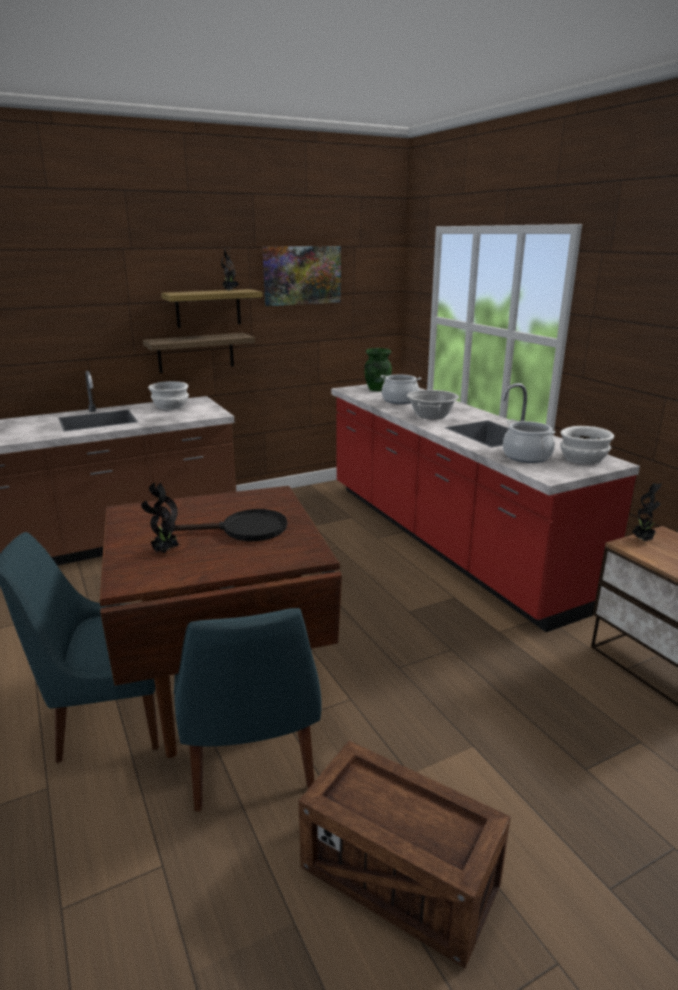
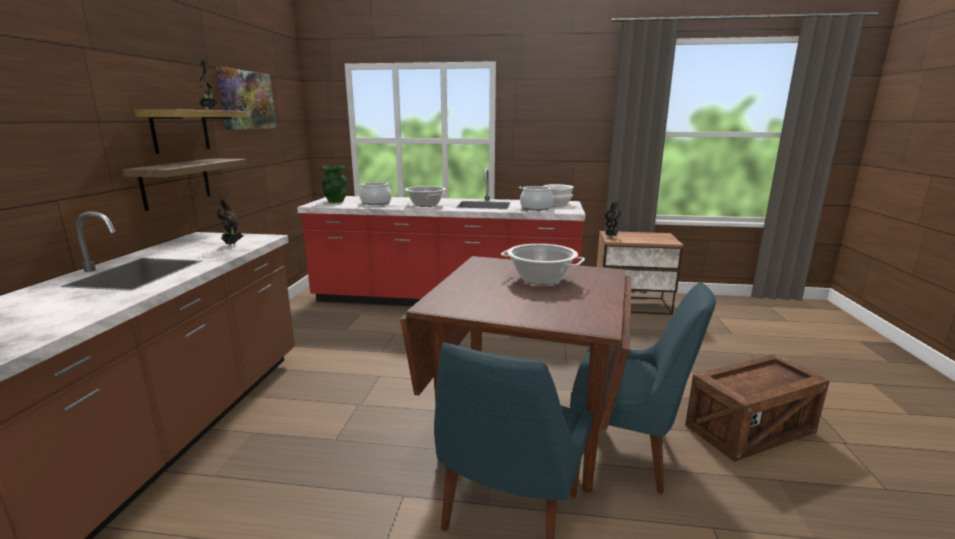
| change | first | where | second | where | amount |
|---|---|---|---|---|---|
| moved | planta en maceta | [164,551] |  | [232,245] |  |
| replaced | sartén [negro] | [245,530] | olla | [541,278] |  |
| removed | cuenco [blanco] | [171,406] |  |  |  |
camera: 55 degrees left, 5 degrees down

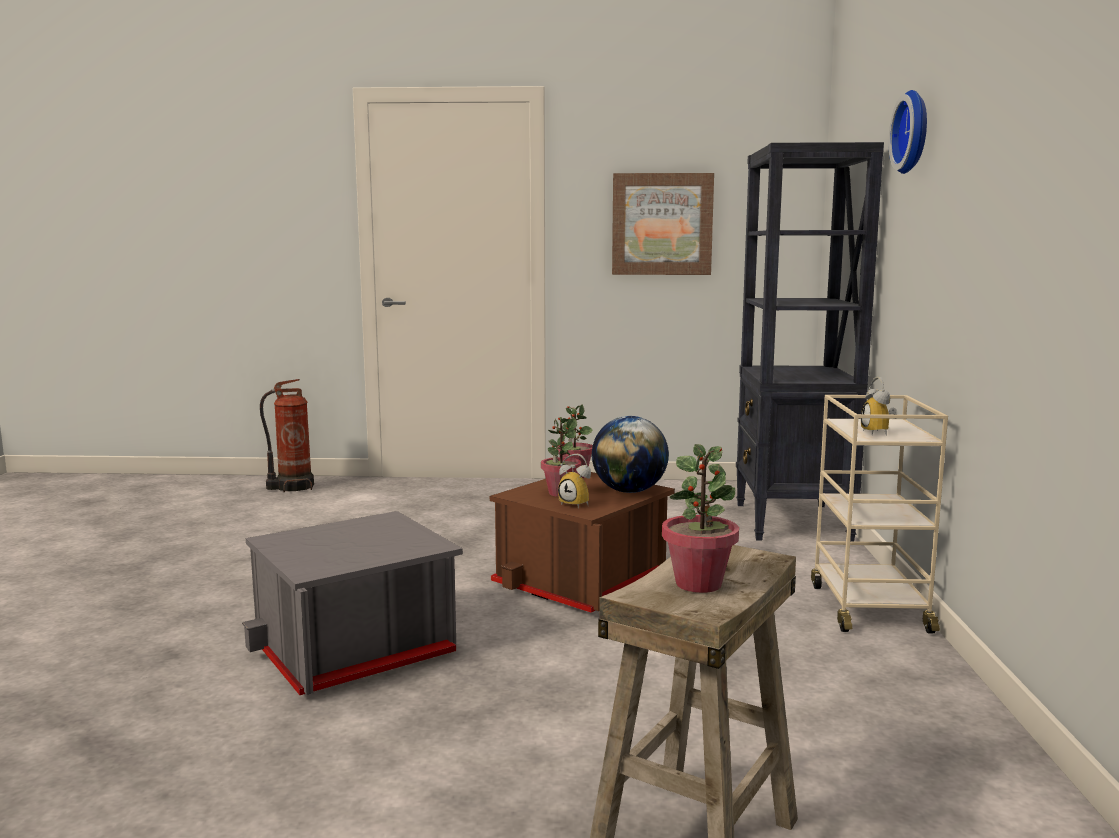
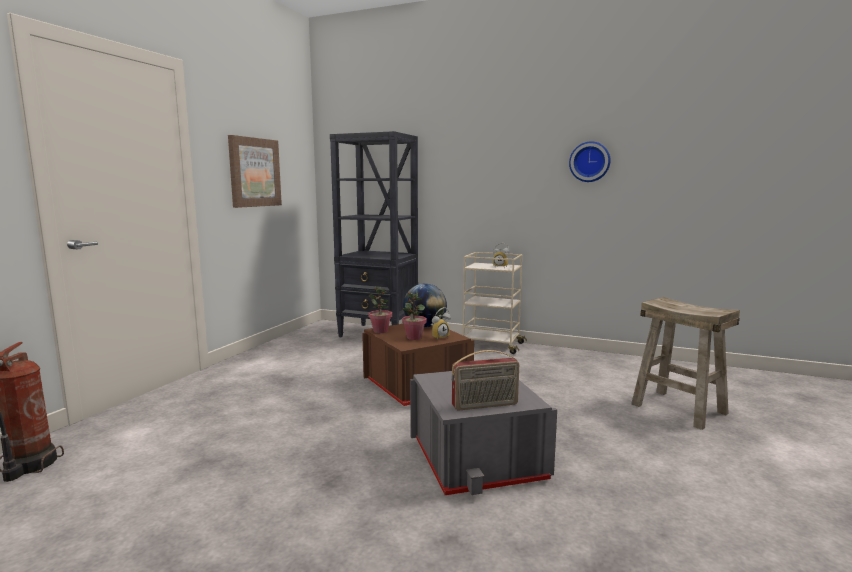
| change | first | where | second | where | amount |
|---|---|---|---|---|---|
| added |  |  | radio | [485,405] |  |
| moved | reloj de pared | [915,132] |  | [589,162] |  |
| removed | planta en maceta | [699,584] |  |  |  |
camera: 70 degrees left, 0 degrees up

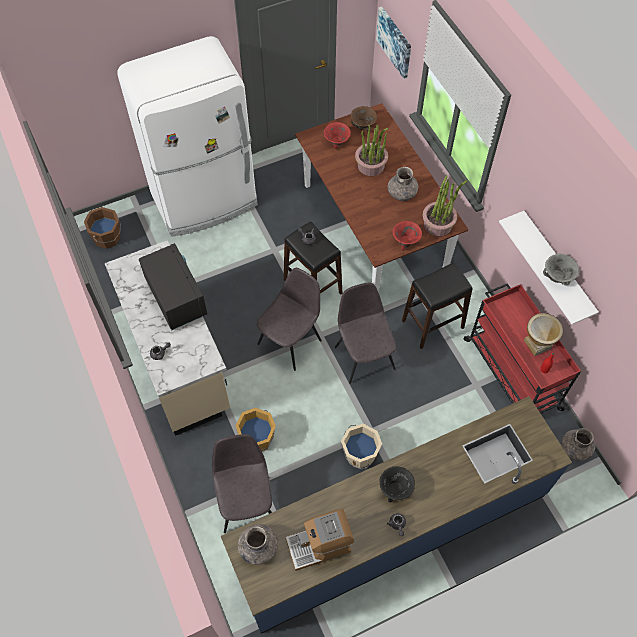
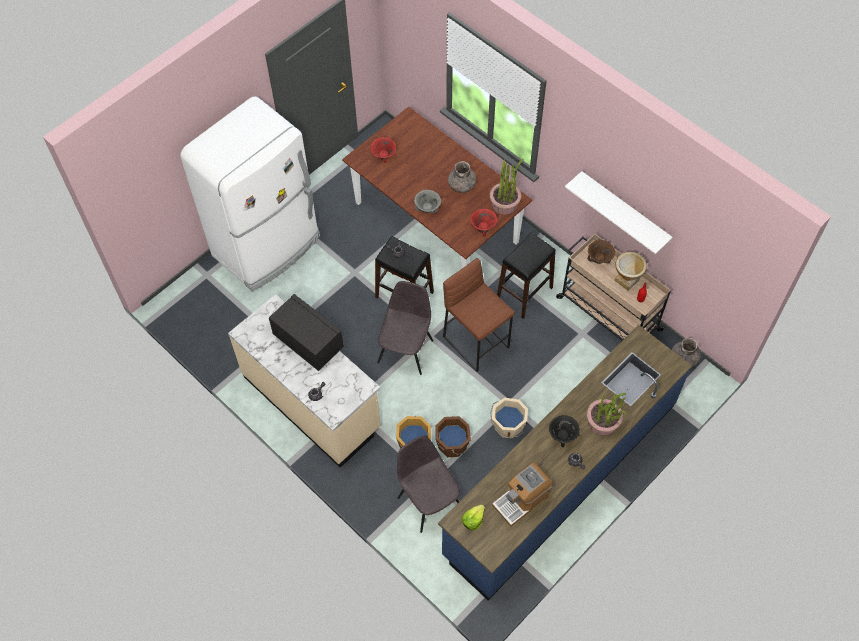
| change | first | where | second | where | amount |
|---|---|---|---|---|---|
| moved | cuenco [gris] | [557,277] |  | [427,208] |  |
| moved | cubo [marrón] | [108,238] |  | [453,444] |  |
| replaced | silla [gris] | [364,356] | taburete [marrón] | [476,341] |  |
| replaced | florero [gris] | [258,547] | lechuga | [473,520] |  |
| recoloured | carrito [rojo] | [511,373] | carrito [beis] | [607,313] |  |
| moved | planta en maceta | [371,166] |  | [603,422] |  |
| moved | cuenco [marrón] | [362,126] |  | [599,259] |  |
| removed | cuadro | [395,42] |  |  |  |
camera: 20 degrees left, 0 degrees up

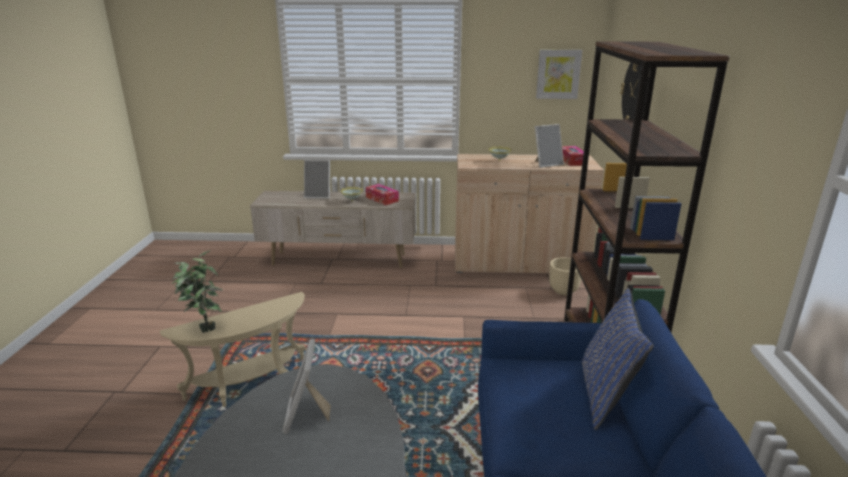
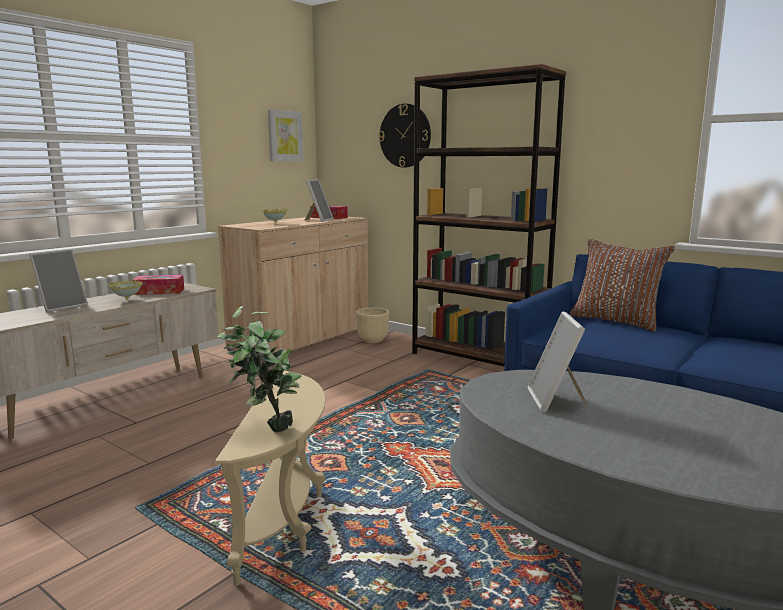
| change | first | where | second | where | amount |
|---|---|---|---|---|---|
| turned | portarretratos | [306,415] |  | [556,401] | 60 degrees clockwise |
| recoloured | cojín [azul] | [606,395] | cojín [marrón] | [616,321] |  |
camera: 55 degrees left, 10 degrees down

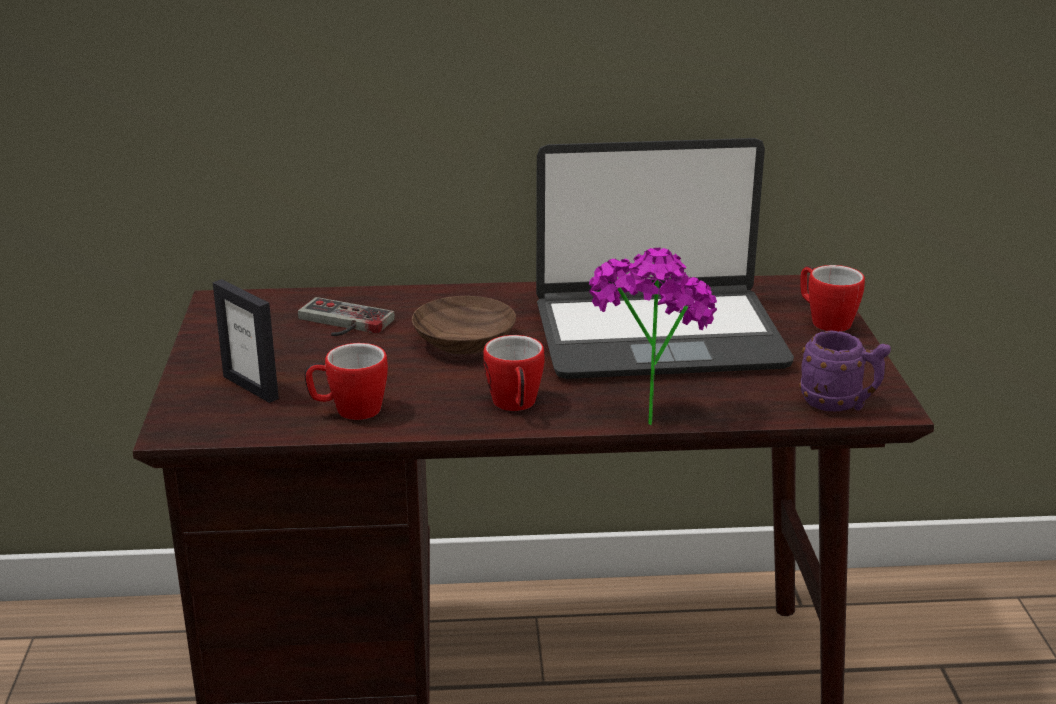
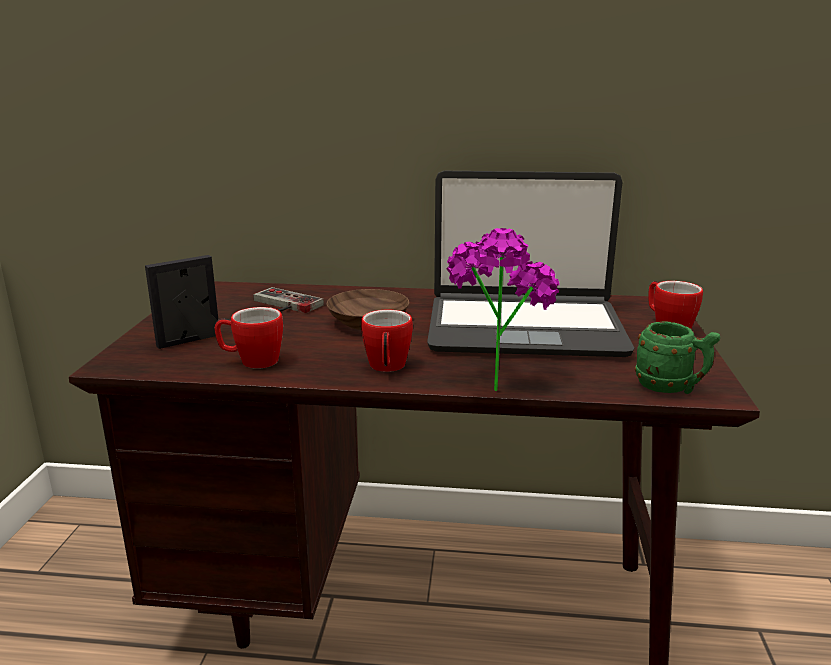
| change | first | where | second | where | amount |
|---|---|---|---|---|---|
| turned | portarretratos | [251,387] |  | [189,340] | 90 degrees clockwise |
| recoloured | taza grande [morado] | [840,404] | taza grande [verde] | [671,388] |  |
camera: 10 degrees right, 5 degrees down

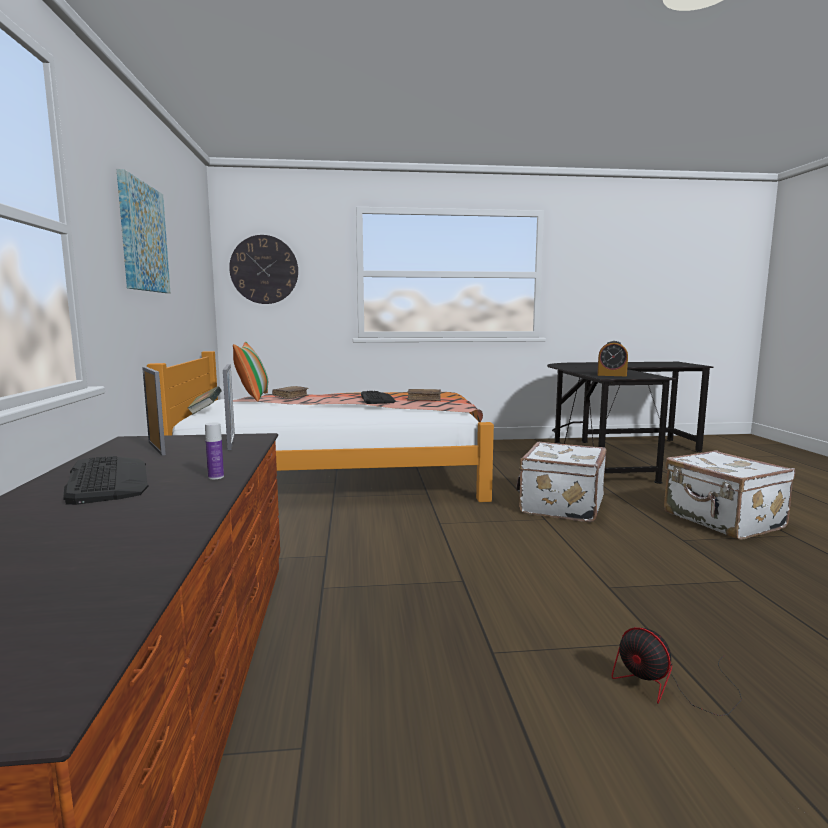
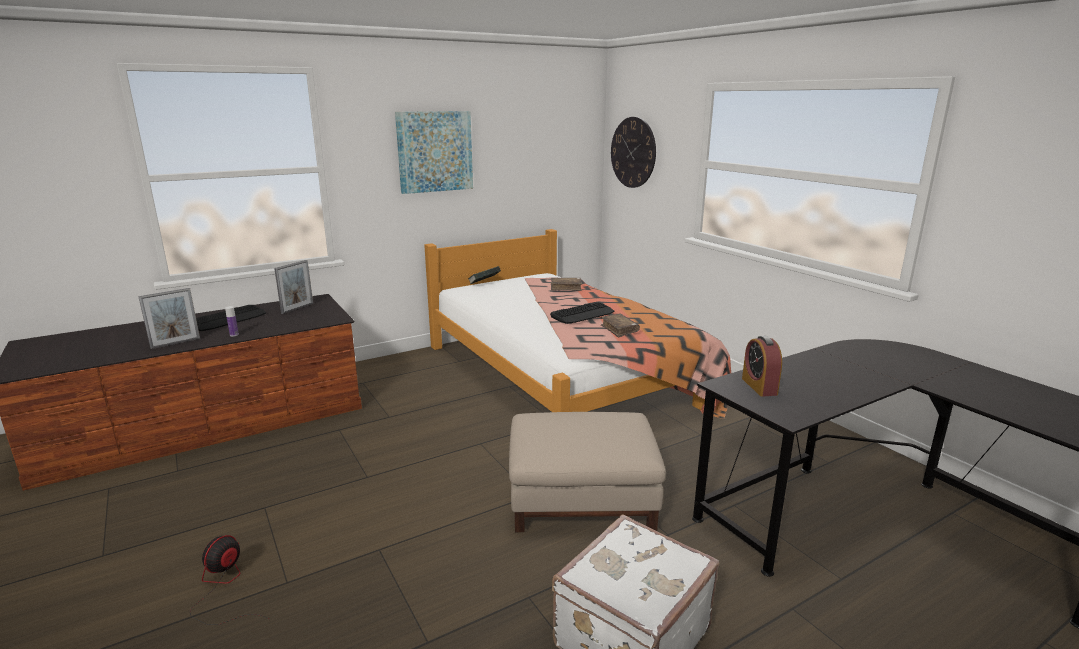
| change | first | where | second | where | amount |
|---|---|---|---|---|---|
| moved | portarretratos | [231,442] |  | [175,343] |  |
| replaced | maleta [blanco] | [560,506] | puf [beis] | [581,499] |  |
| removed | cojín | [253,397] |  |  |  |
camera: 65 degrees right, 10 degrees up

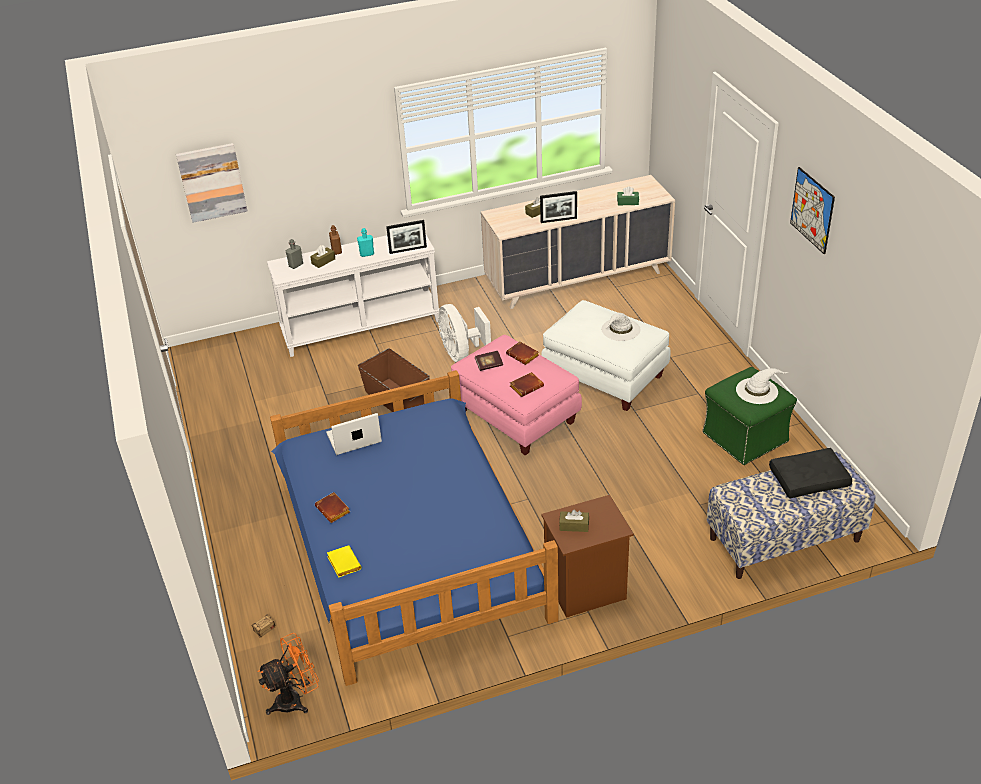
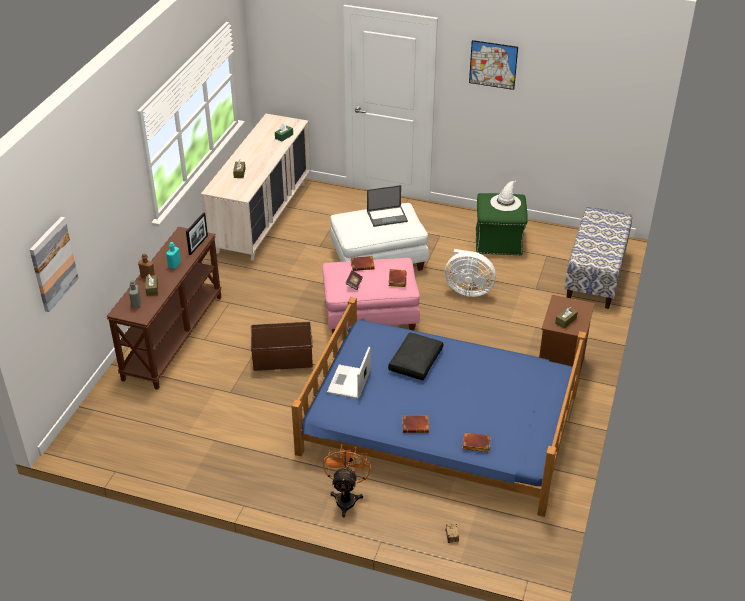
| change | first | where | second | where | amount |
|---|---|---|---|---|---|
| recoloured | mesa consola [blanco] | [361,327] | mesa consola [marrón] | [172,336] |  |
| moved | ventilador [naranja] | [295,699] |  | [346,498] |  |
| replaced | sombrero [blanco] | [620,330] | portátil | [387,216] |  |
| moved | cojín [negro] | [808,480] |  | [416,362] |  |
| moved | ventilador [blanco] | [461,353] |  | [468,289] |  |
| recoloured | libro [amarillo] | [342,563] | libro [marrón] | [475,445] |  |
| removed | portarretratos | [558,220] |  |  |  |
camera: 55 degrees left, 0 degrees up

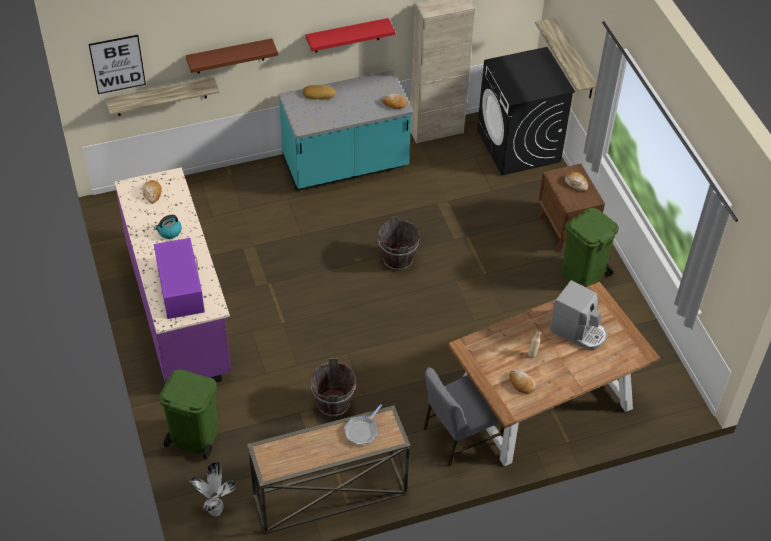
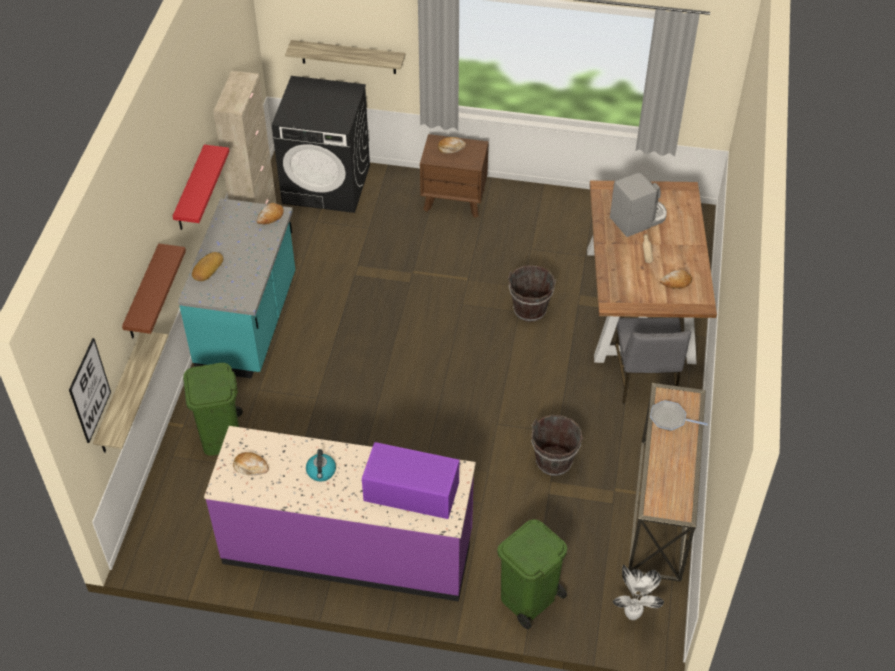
| change | first | where | second | where | amount |
|---|---|---|---|---|---|
| moved | papelera [verde] | [582,275] |  | [221,437] |  |
| moved | cubo [marrón] | [398,260] |  | [530,309] |  |
| turned | sartén | [362,430] |  | [670,419] | 135 degrees clockwise |
camera: 60 degrees left, 0 degrees up

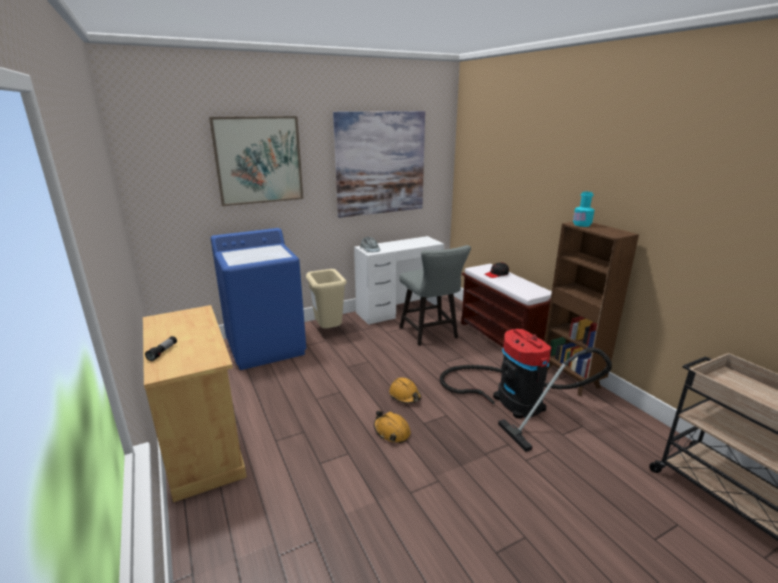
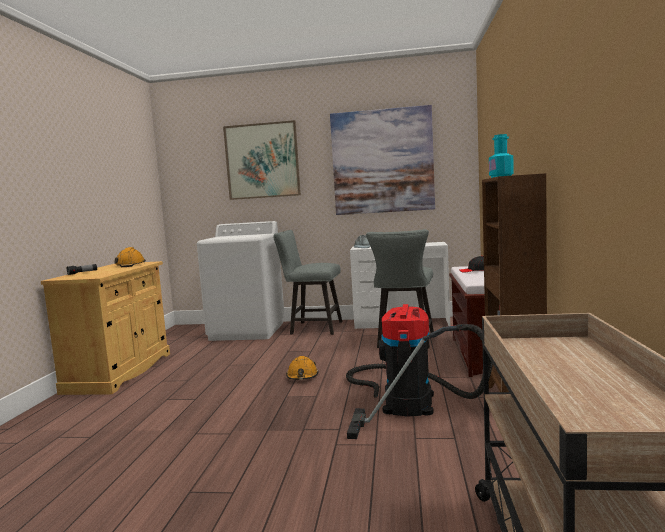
| change | first | where | second | where | amount |
|---|---|---|---|---|---|
| moved | casco [naranja] | [391,431] |  | [131,265] |  |
| recoloured | lavadora [azul] | [266,347] | lavadora [blanco] | [248,331] |  |
| replaced | papelera [beis] | [328,331] | silla [gris] | [312,328] |  |
camera: 35 degrees right, 15 degrees down

